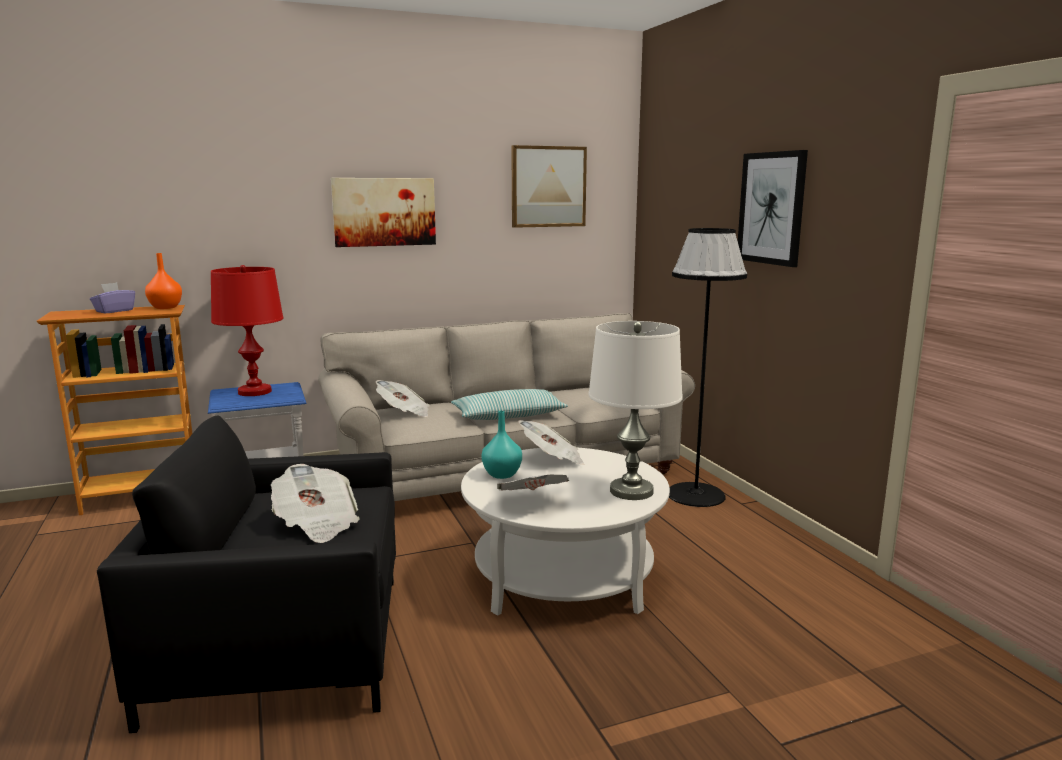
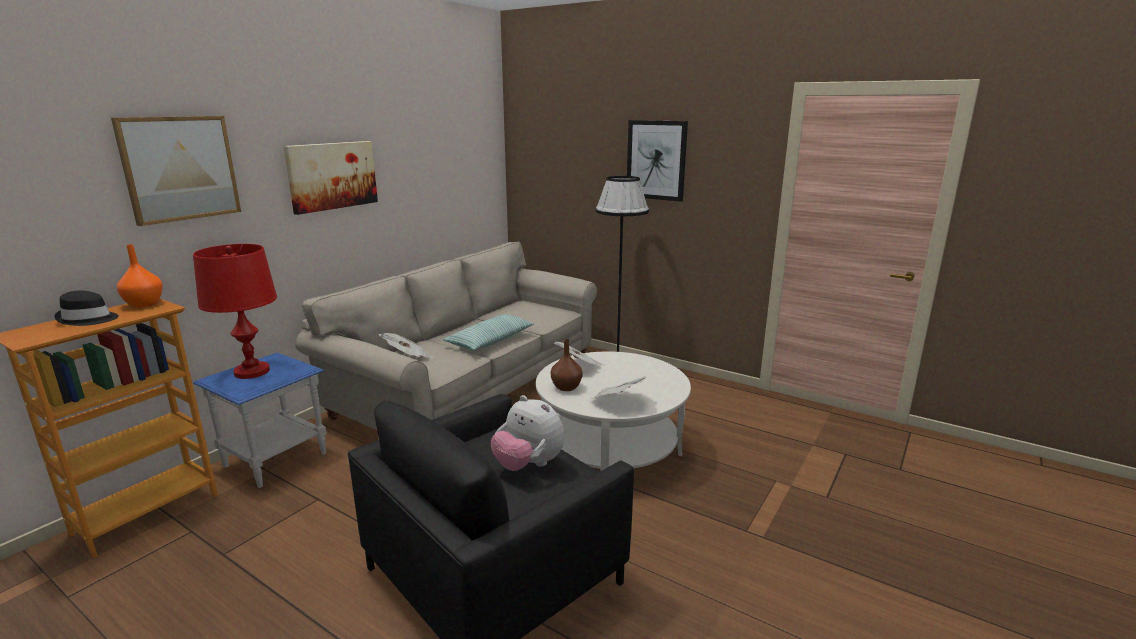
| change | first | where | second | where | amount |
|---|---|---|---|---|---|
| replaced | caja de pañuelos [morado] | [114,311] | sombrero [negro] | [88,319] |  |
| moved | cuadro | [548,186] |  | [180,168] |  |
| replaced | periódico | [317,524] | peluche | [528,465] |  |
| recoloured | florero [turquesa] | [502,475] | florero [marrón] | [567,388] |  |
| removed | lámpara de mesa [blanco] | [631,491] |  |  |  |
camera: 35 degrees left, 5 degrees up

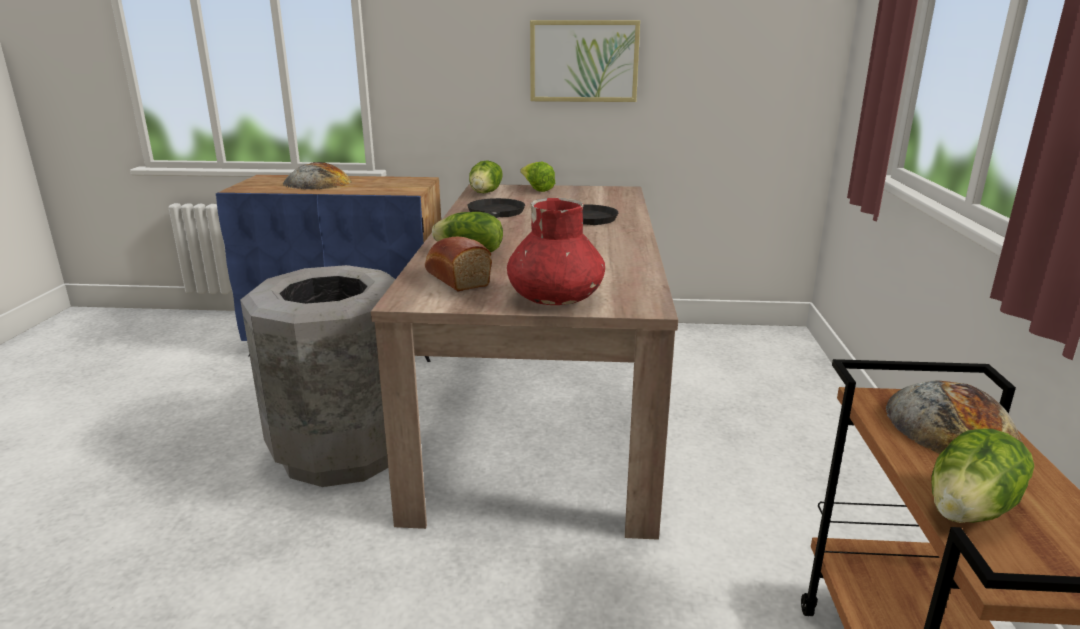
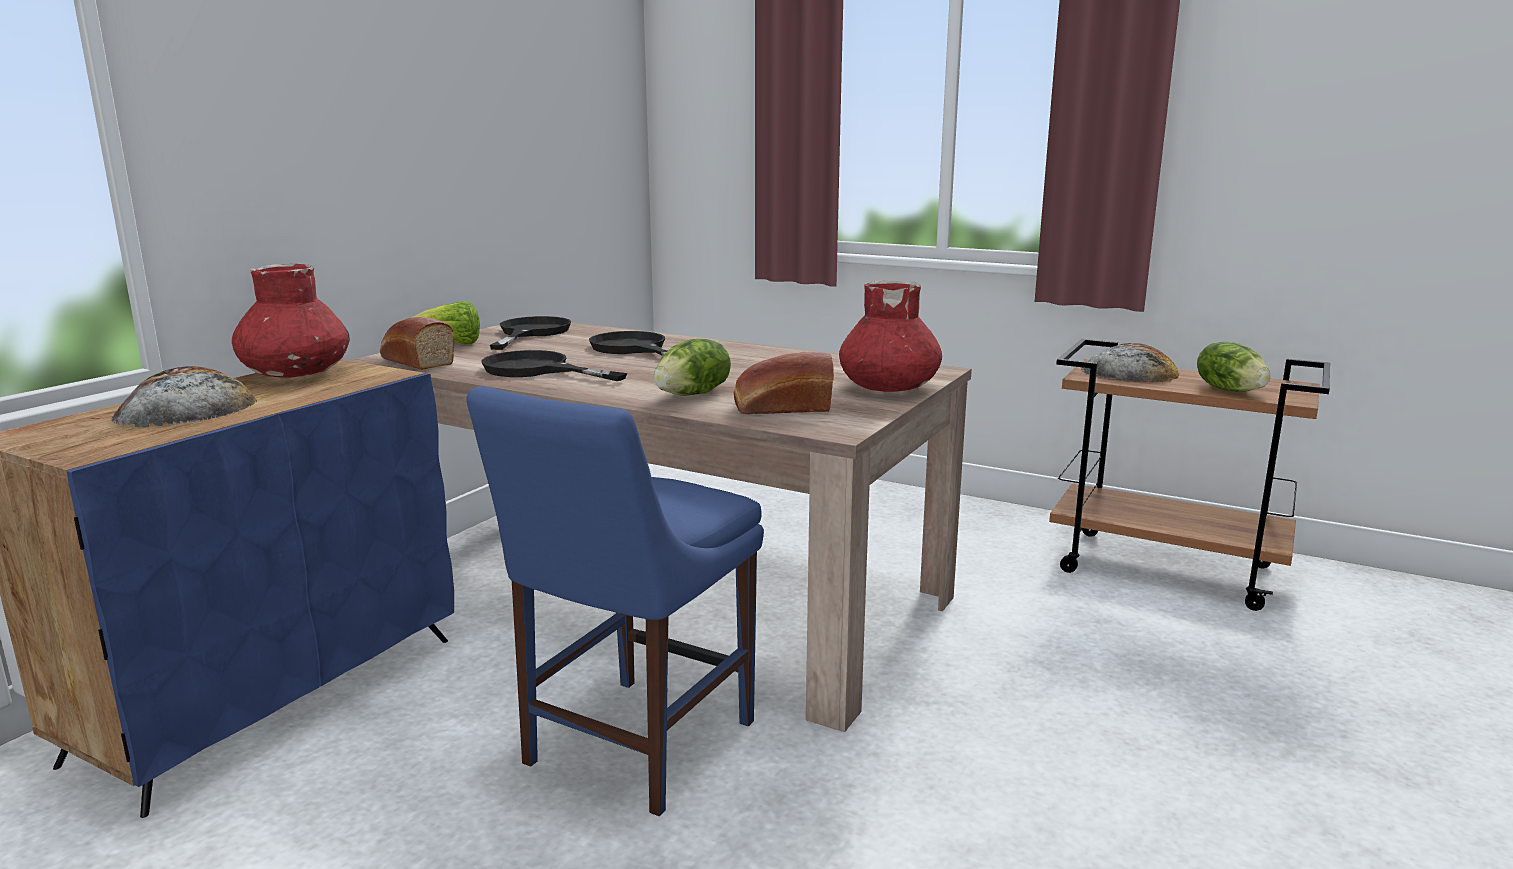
| change | first | where | second | where | amount |
|---|---|---|---|---|---|
| added |  |  | florero [rojo] | [296,374] |  |
| replaced | lechuga | [486,192] | pan | [415,361] |  |
| replaced | papelera [gris] | [342,450] | silla [azul] | [632,747] |  |
| added |  |  | sartén [negro] | [530,333] |  |
| removed | cuadro | [584,61] |  |  |  |
camera: 65 degrees left, 5 degrees down

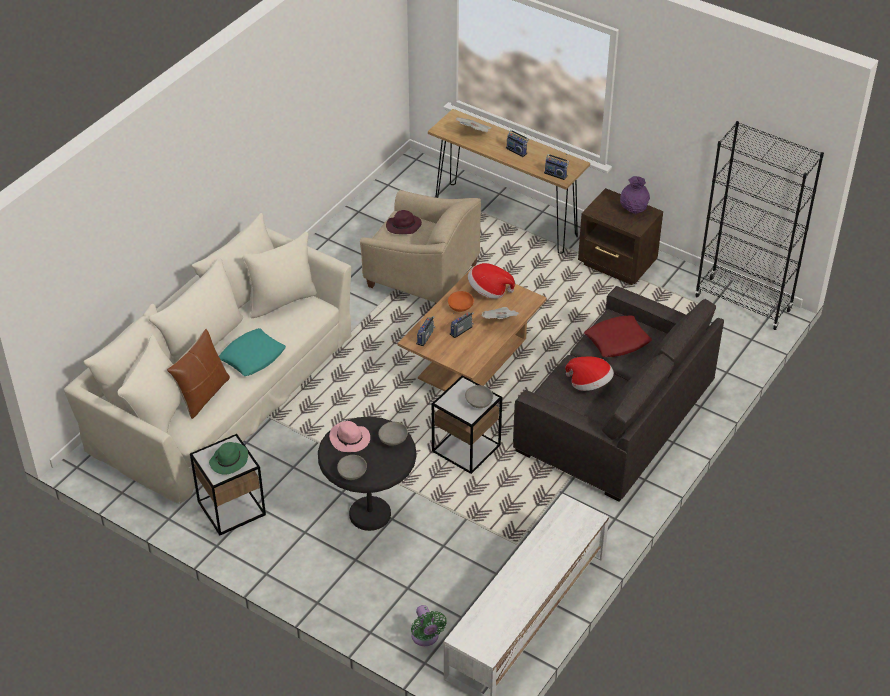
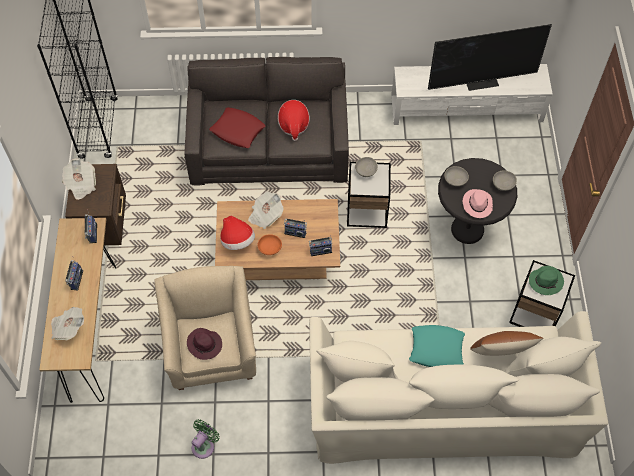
| change | first | where | second | where | amount |
|---|---|---|---|---|---|
| replaced | florero [morado] | [633,208] | periódico | [81,184] |  |
| moved | ventilador [verde] | [426,637] |  | [204,445] |  |
| added |  |  | televisor | [482,81] |  |
camera: 125 degrees left, 15 degrees up

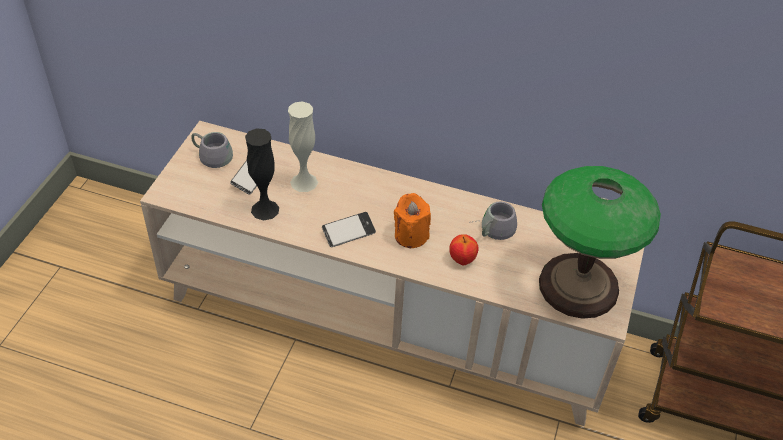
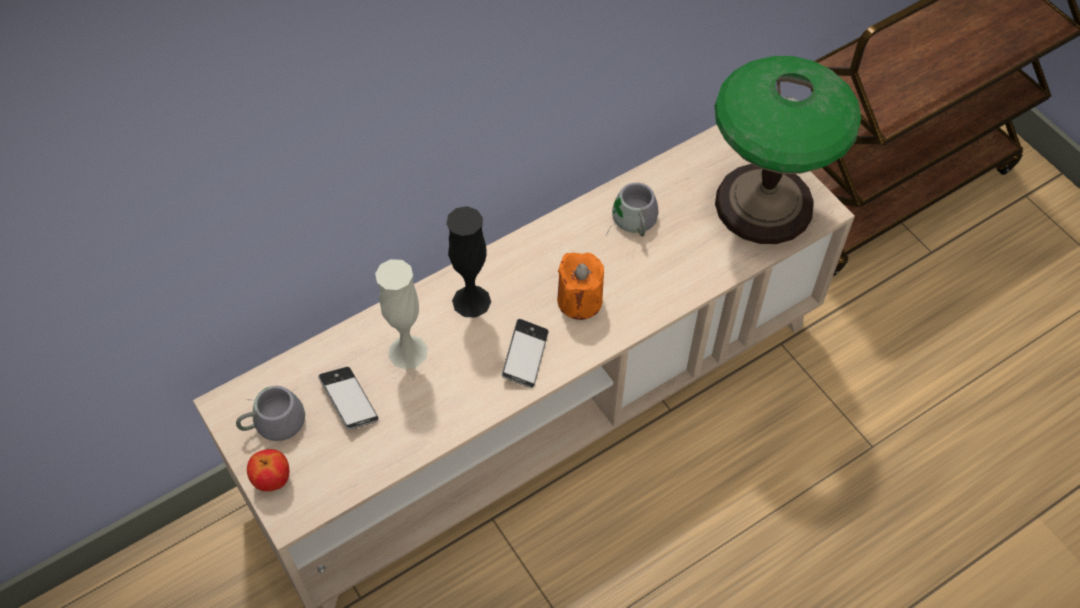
| change | first | where | second | where | amount |
|---|---|---|---|---|---|
| moved | manzana | [462,260] |  | [273,480] |  |
| moved | florero [negro] | [265,210] |  | [471,301] |  |
camera: 50 degrees left, 10 degrees up

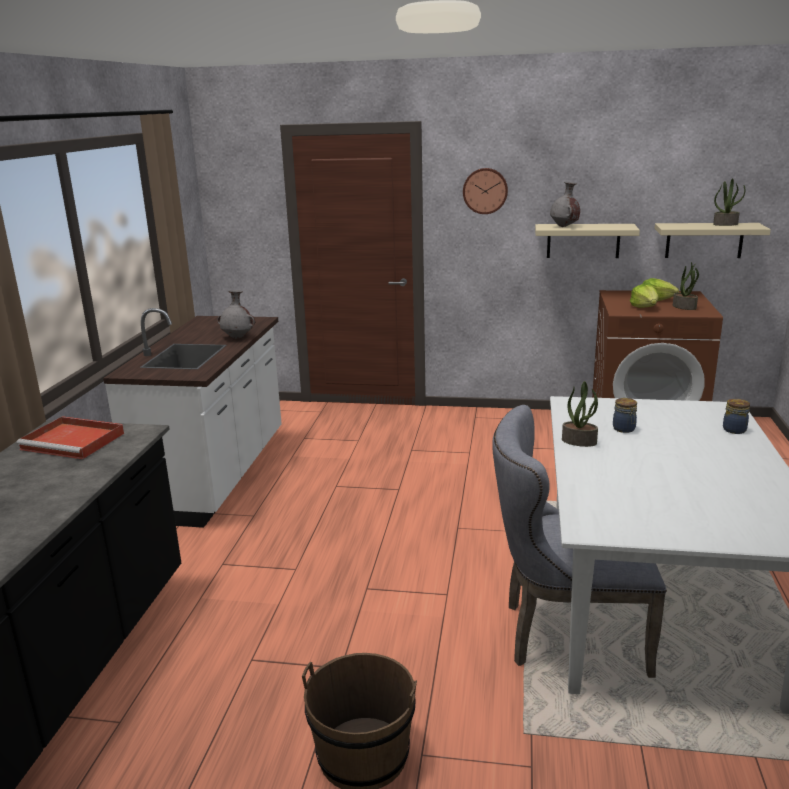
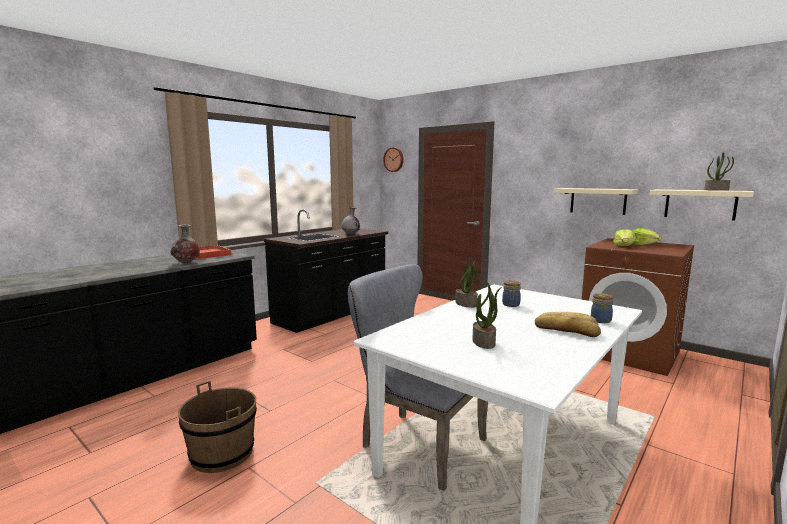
| change | first | where | second | where | amount |
|---|---|---|---|---|---|
| moved | florero [gris] | [564,226] |  | [186,263] |  |
| recoloured | mueble bajo de cocina [blanco] | [217,476] | mueble bajo de cocina [negro] | [332,314] |  |
| moved | reloj de pared | [485,191] |  | [394,159] |  |
| moved | planta en maceta | [684,307] |  | [484,342] |  |
| added |  |  | pan | [566,330] |  |
camera: 30 degrees right, 10 degrees down

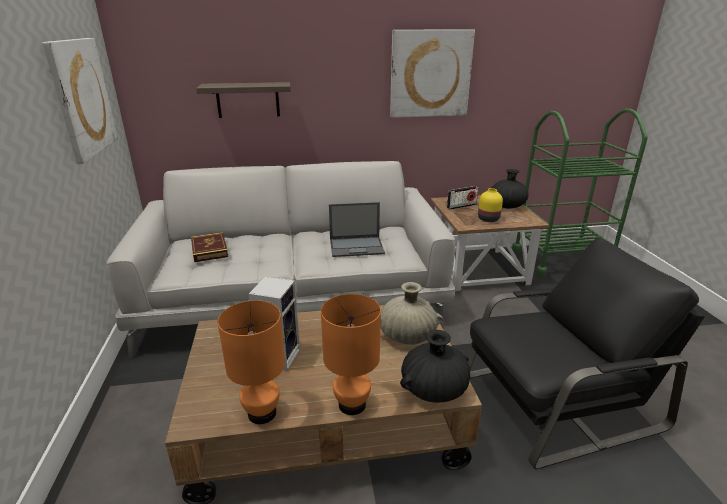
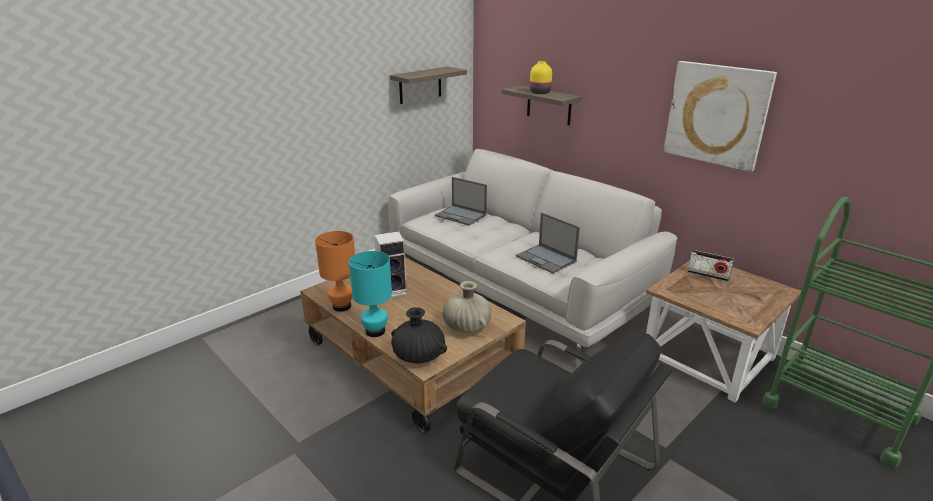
| change | first | where | second | where | amount |
|---|---|---|---|---|---|
| recoloured | lámpara de mesa [naranja] | [352,405] | lámpara de mesa [turquesa] | [375,331] |  |
| replaced | cuadro | [81,98] | estante | [420,85] |  |
| replaced | libro | [209,250] | portátil | [461,215] |  |
| moved | florero [amarillo] | [488,219] |  | [540,92] |  |
| removed | florero [negro] | [506,206] |  |  |  |
camera: 55 degrees right, 0 degrees up

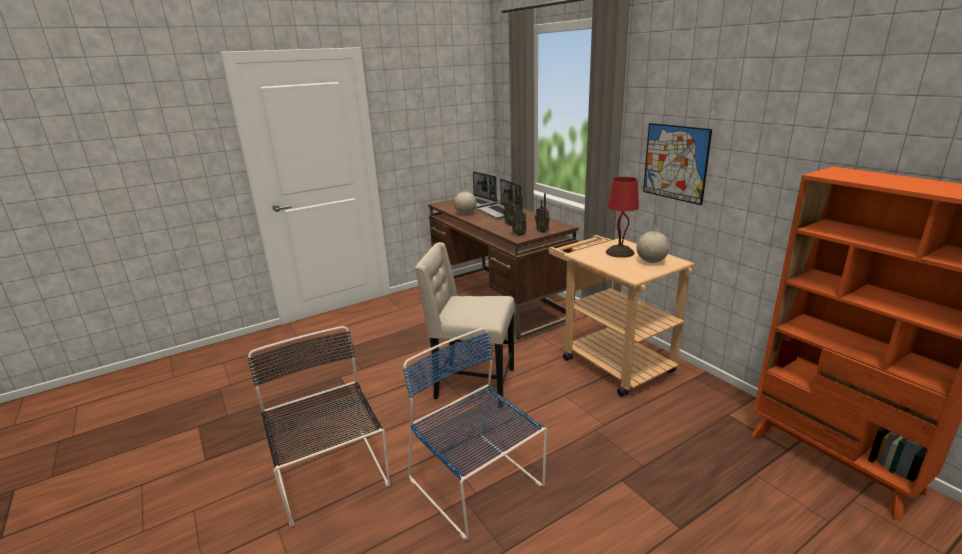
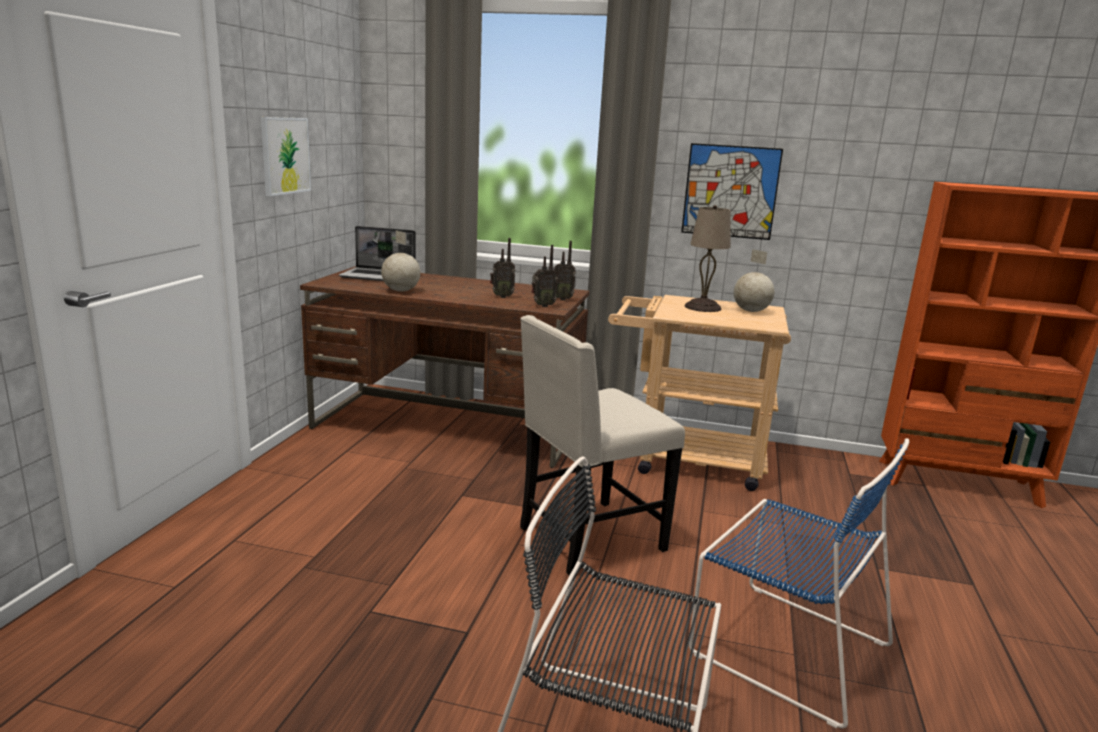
| change | first | where | second | where | amount |
|---|---|---|---|---|---|
| added |  |  | cuadro | [285,155] |  |
| recoloured | lámpara de mesa [rojo] | [620,252] | lámpara de mesa [beis] | [703,307] |  |
| turned | silla [azul] | [478,485] |  | [784,646] | 150 degrees counterclockwise |
| removed | portátil | [500,212] |  |  |  |
camera: 45 degrees left, 5 degrees down

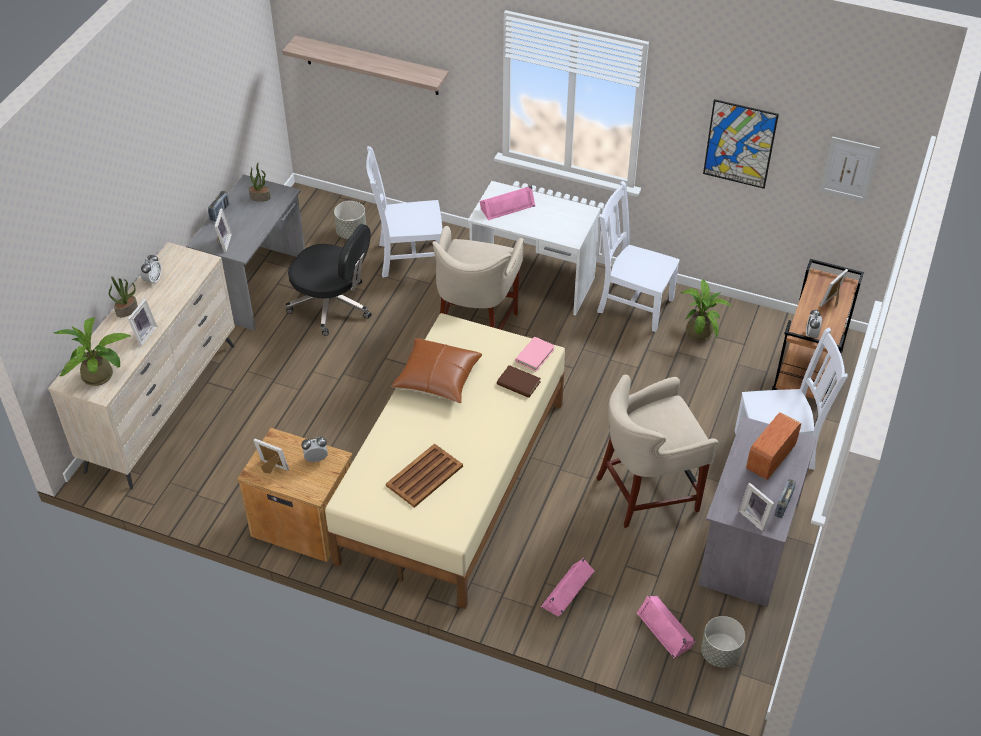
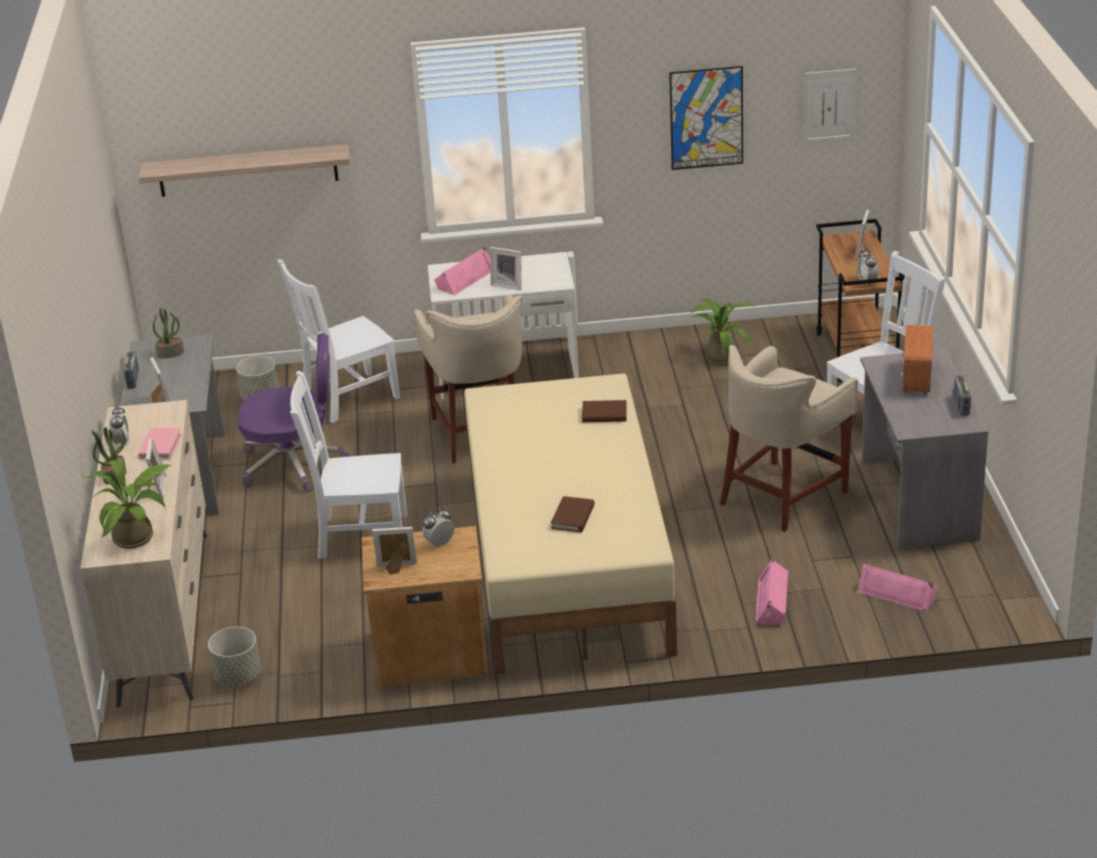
| change | first | where | second | where | amount |
|---|---|---|---|---|---|
| moved | libro [rosa] | [535,355] |  | [160,446] |  |
| moved | maceta [gris] | [720,653] |  | [238,677] |  |
| recoloured | silla de oficina [negro] | [332,305] | silla de oficina [morado] | [295,464] |  |
| moved | silla [blanco] | [632,304] |  | [359,536] |  |
| moved | portarretratos | [755,517] |  | [508,284] |  |
| replaced | bandeja [marrón] | [424,476] | libro [marrón] | [573,517] |  |
| removed | cojín [marrón] | [437,378] |  |  |  |
camera: 25 degrees left, 15 degrees down

